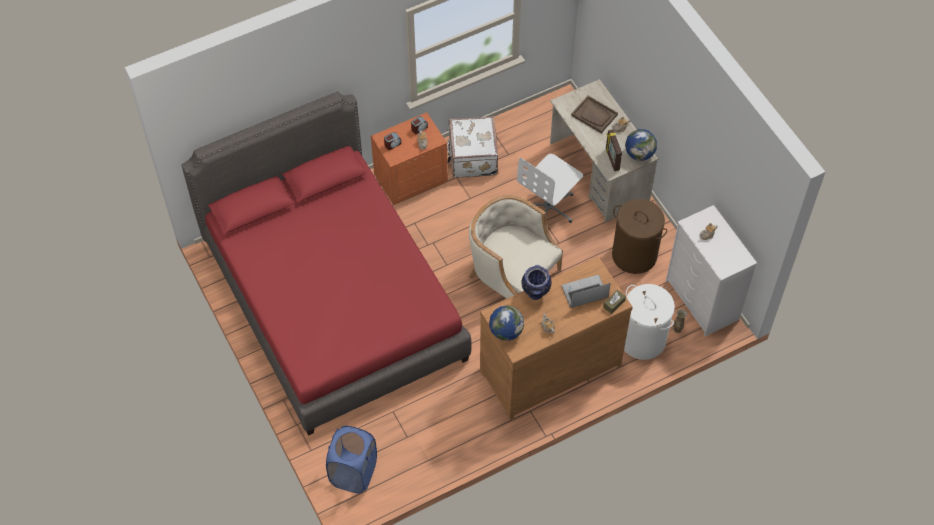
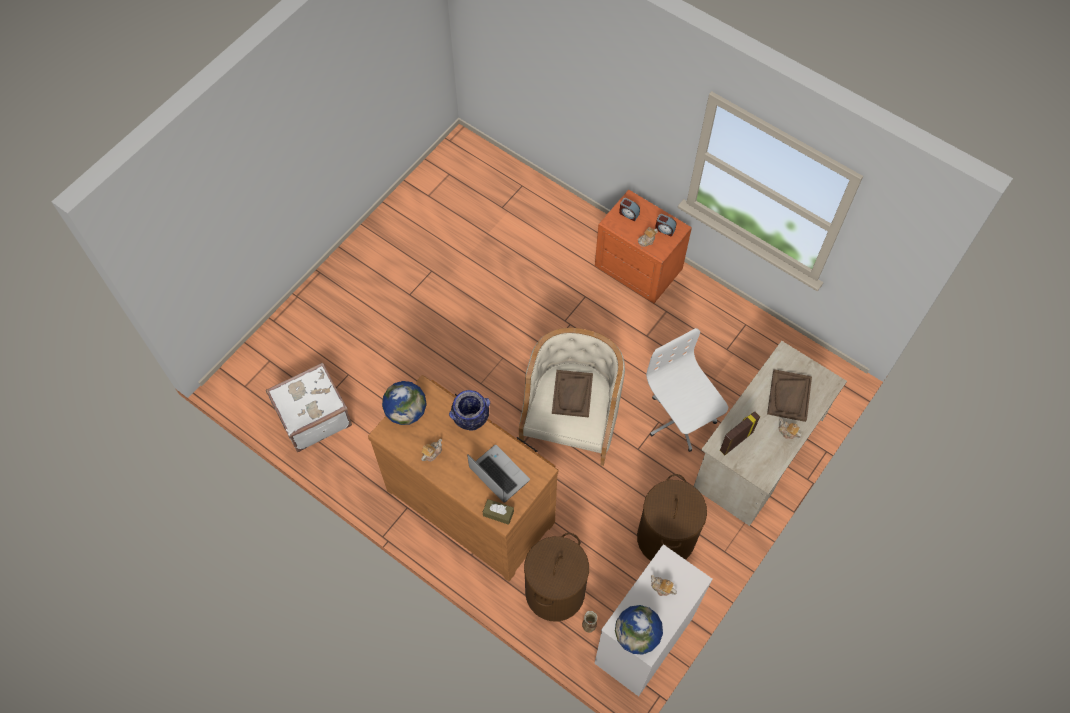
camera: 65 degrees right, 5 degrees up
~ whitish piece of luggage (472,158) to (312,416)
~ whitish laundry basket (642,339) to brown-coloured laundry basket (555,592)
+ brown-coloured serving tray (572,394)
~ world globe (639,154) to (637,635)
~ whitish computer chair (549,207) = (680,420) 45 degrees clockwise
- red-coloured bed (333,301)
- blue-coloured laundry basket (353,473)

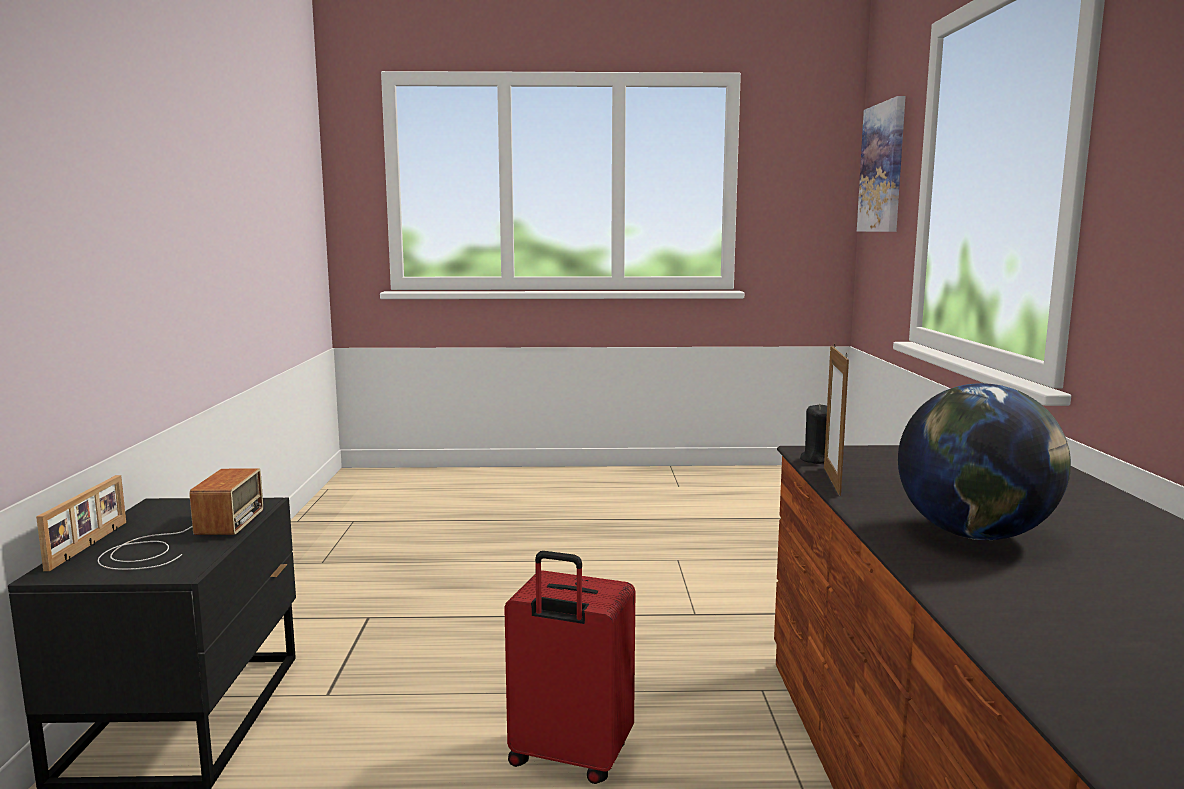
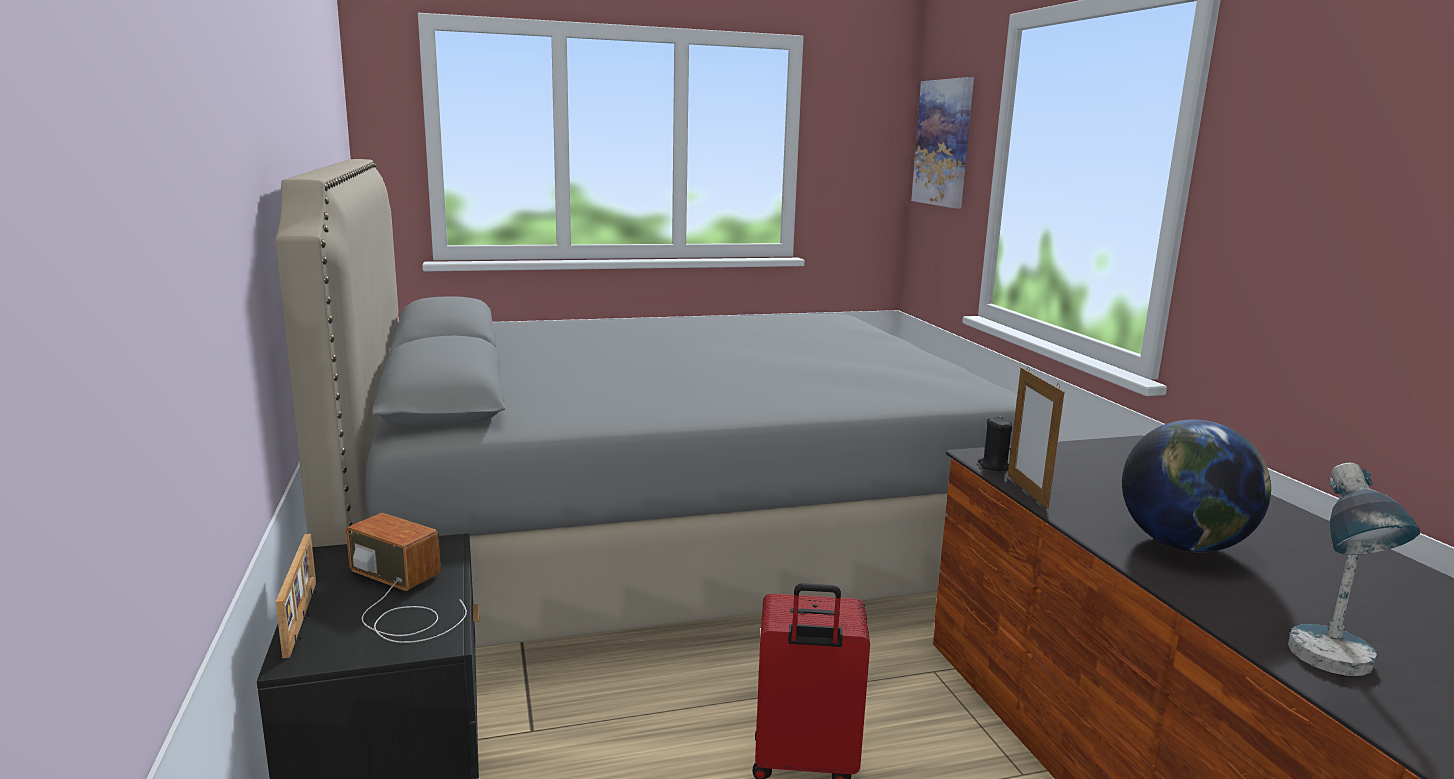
camera: 15 degrees left, 5 degrees up
+ gray bed (672,538)
~ radio receiver (182,539) = (402,599) 45 degrees counterclockwise
+ lamp for a table (1329,670)

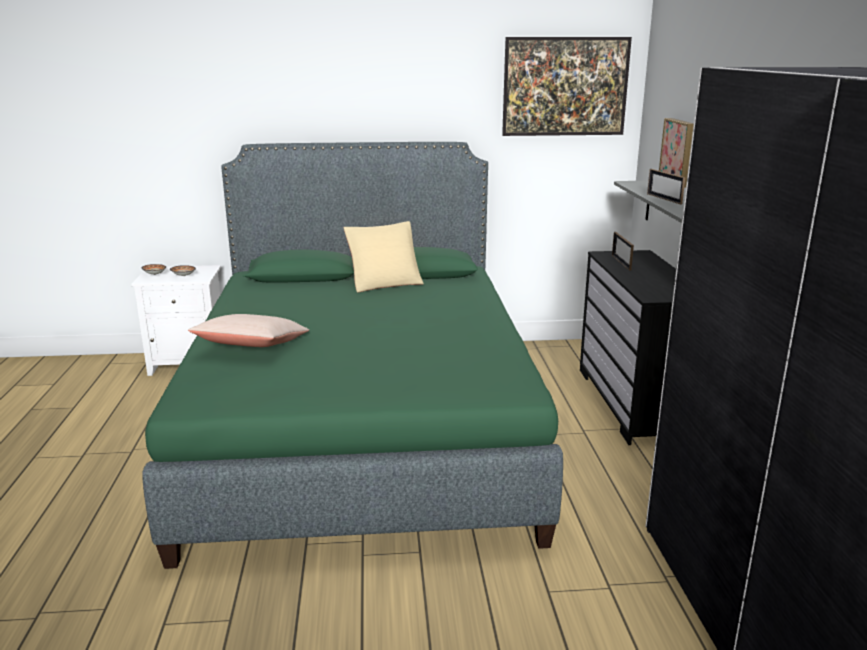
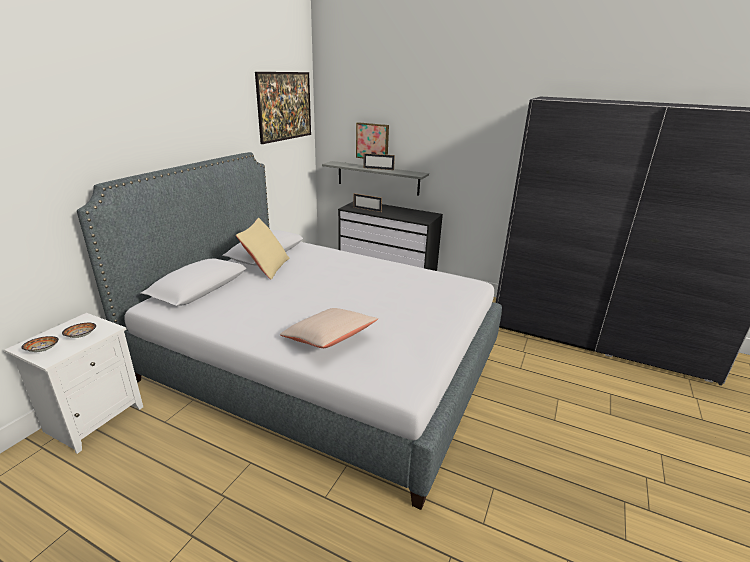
camera: 60 degrees left, 5 degrees up
~ green-coloured bed (361,427) to gray bed (319,367)

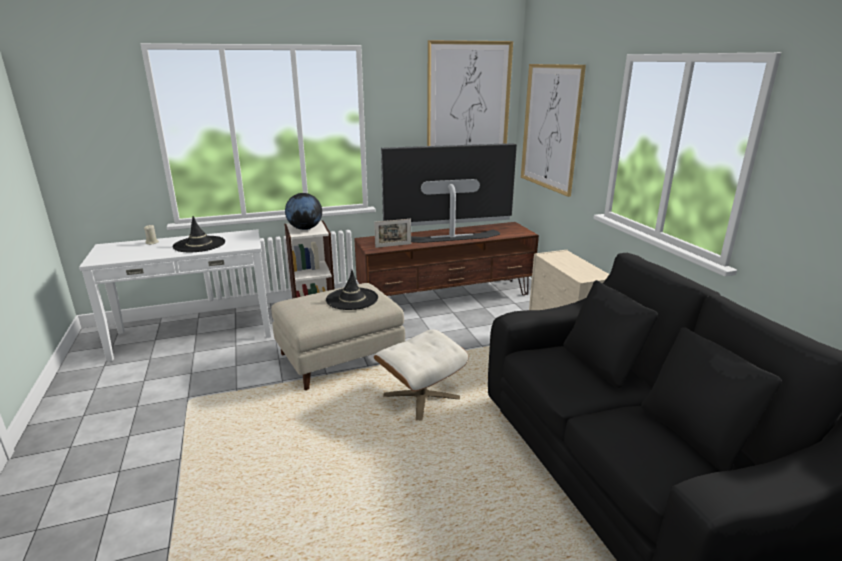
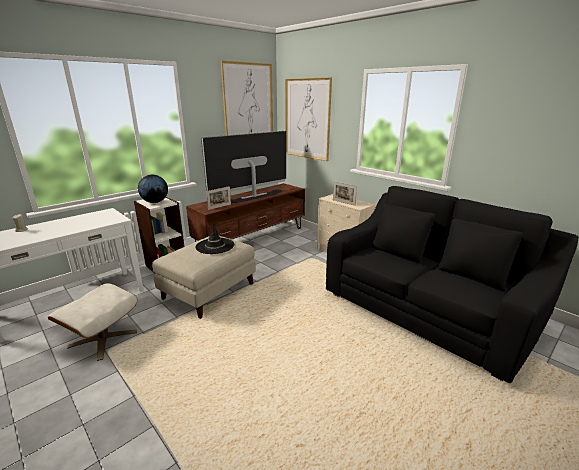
camera: 25 degrees left, 0 degrees up
~ beige footrest (421,396) to (103,339)
+ photo frame (343,202)
- black-coloured clothing hat (199,244)

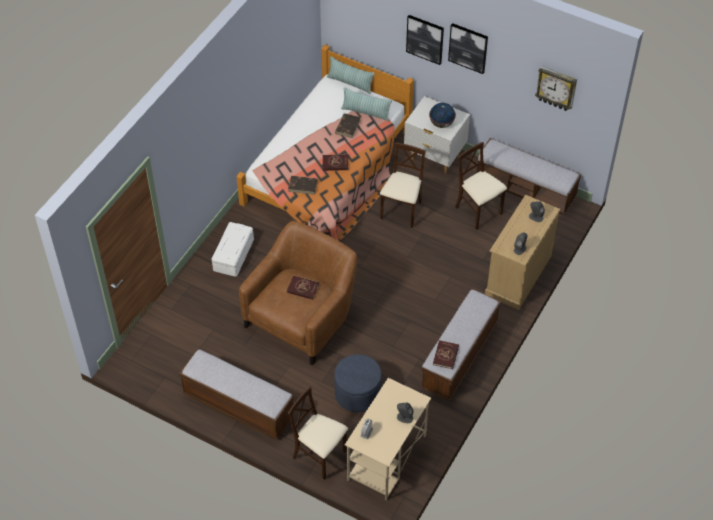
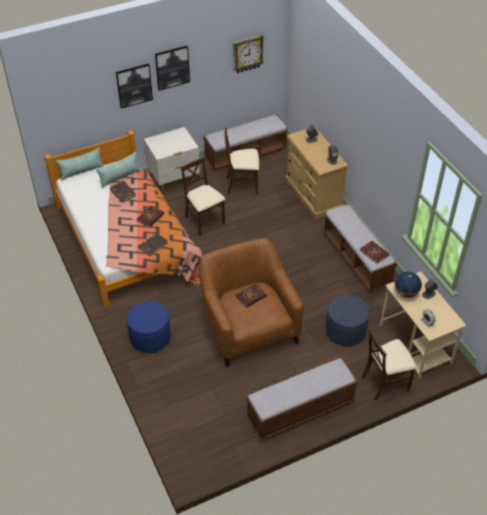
camera: 55 degrees left, 5 degrees down
~ whitish storage box (233,255) to blue-coloured footrest (150,337)
~ world globe (441,124) to (406,293)

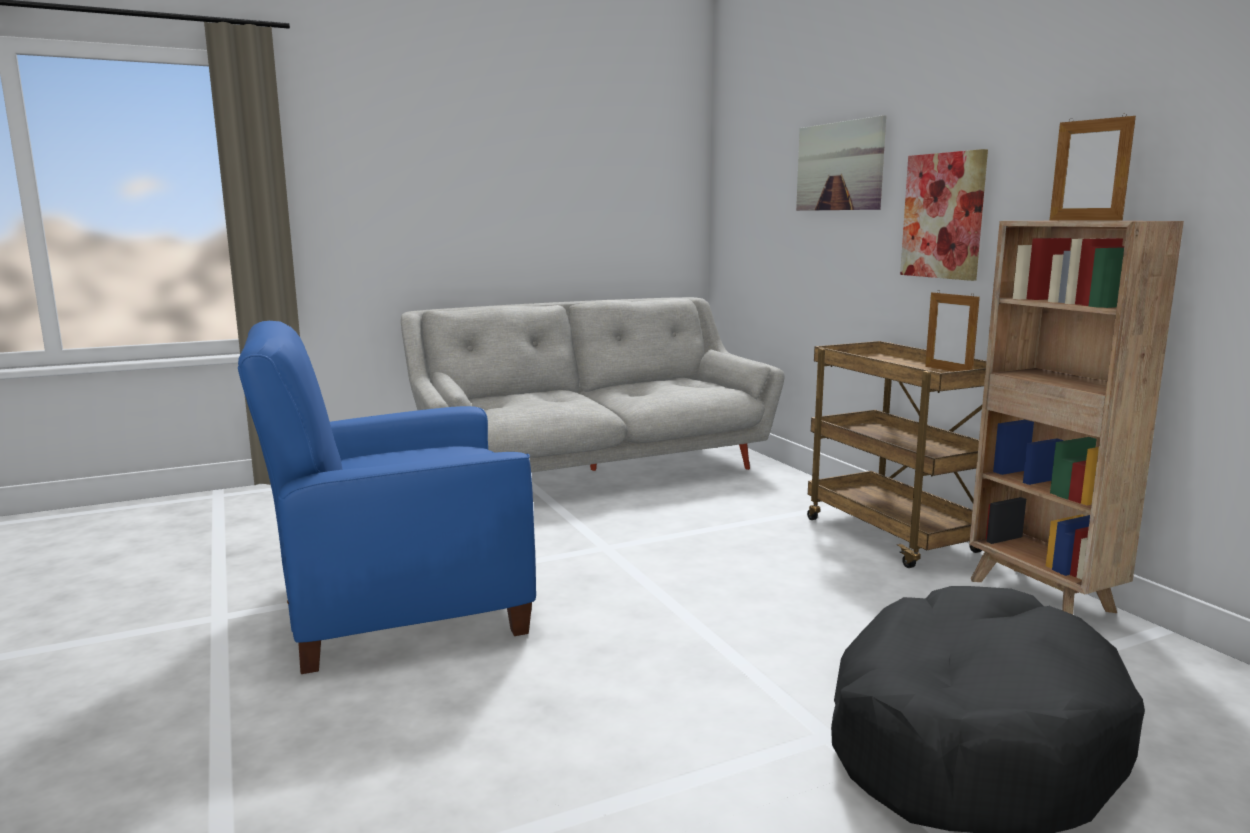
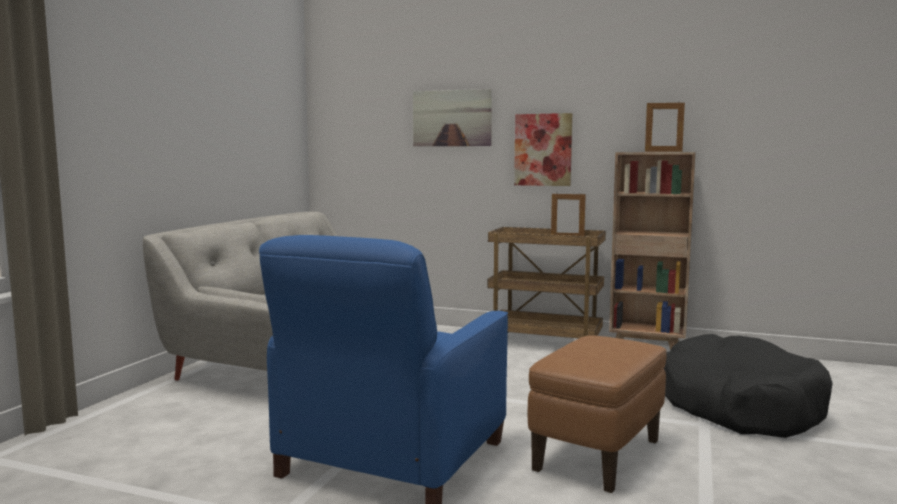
camera: 45 degrees left, 5 degrees down
+ brown-coloured footrest (597,456)

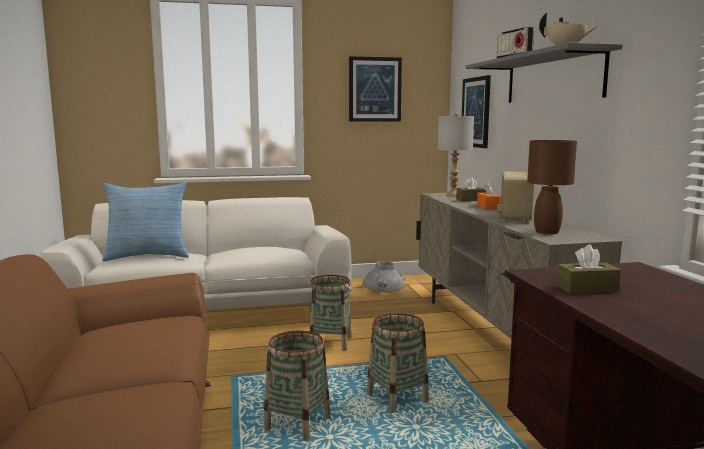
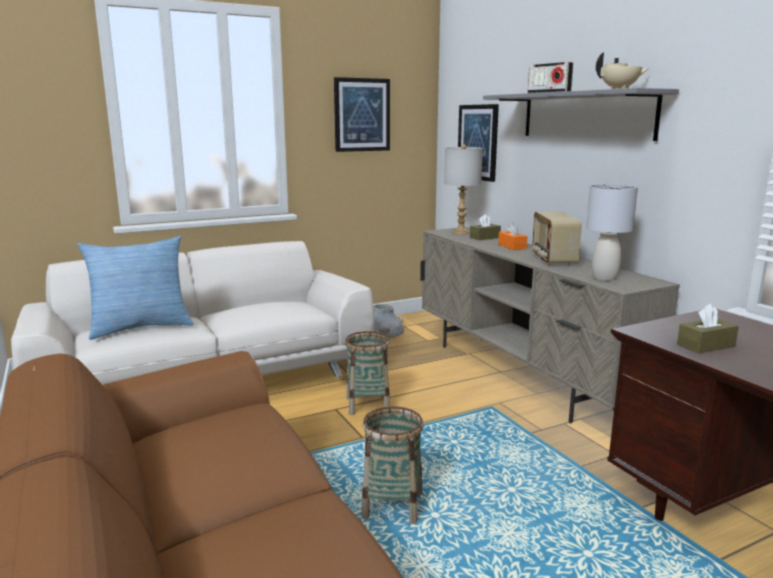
camera: 15 degrees left, 5 degrees up
~ brown-coloured lamp for a table (546,232) to gray lamp for a table (604,278)
- storage basket (397,398)

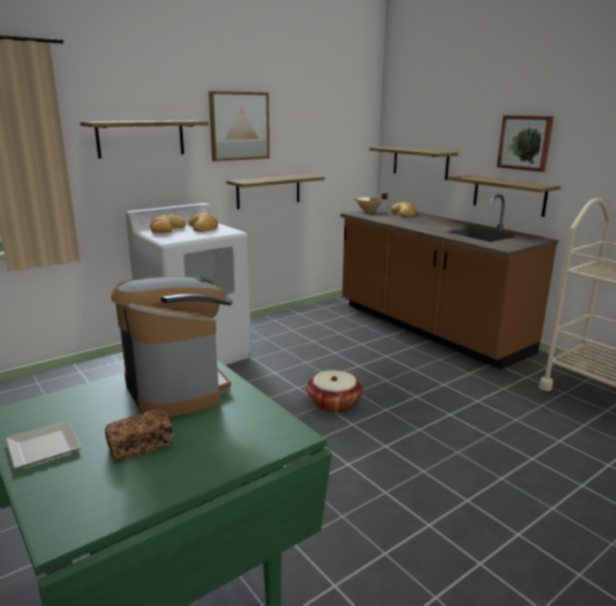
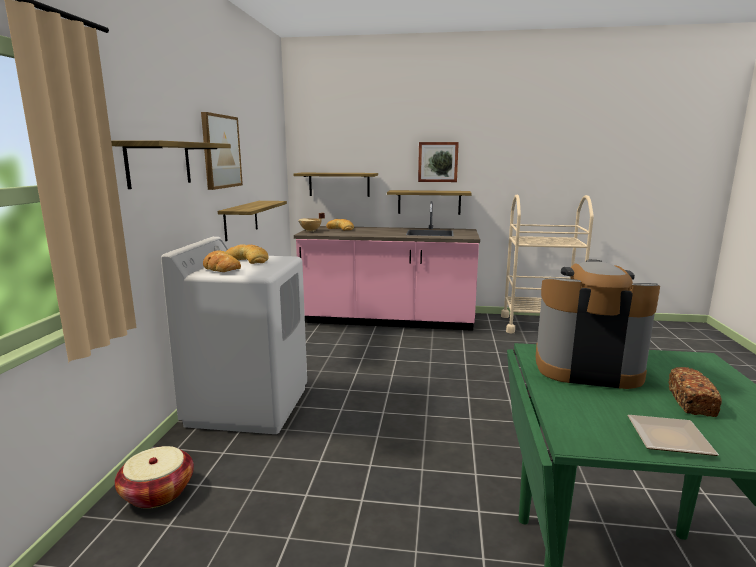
camera: 45 degrees left, 5 degrees down
~ storage basket (334,404) to (158,492)
~ brown-coloured counter (429,328) to pink-coloured counter (388,320)

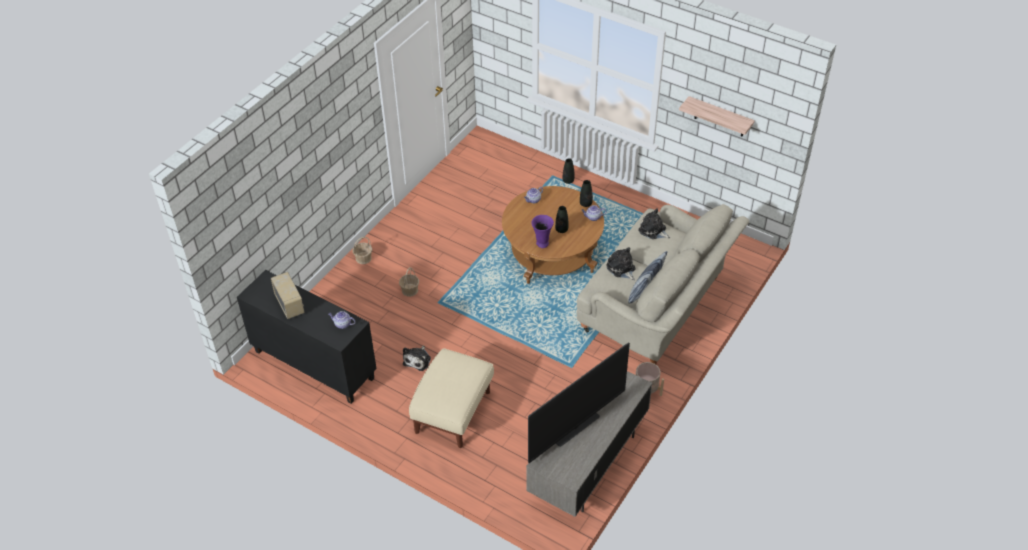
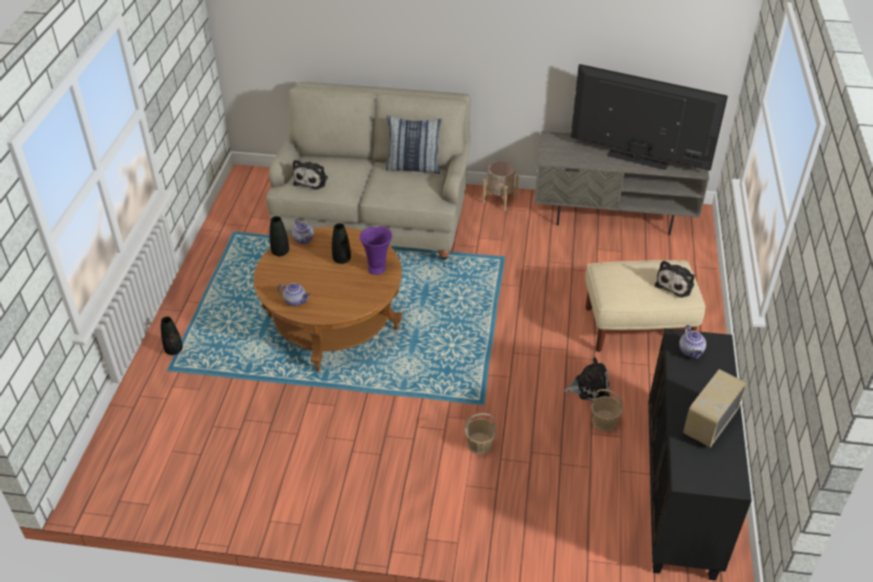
camera: 115 degrees left, 5 degrees down
~ storage basket (363,258) to (604,421)
~ soft toy (621,269) to (676,284)
- shelf (720,117)

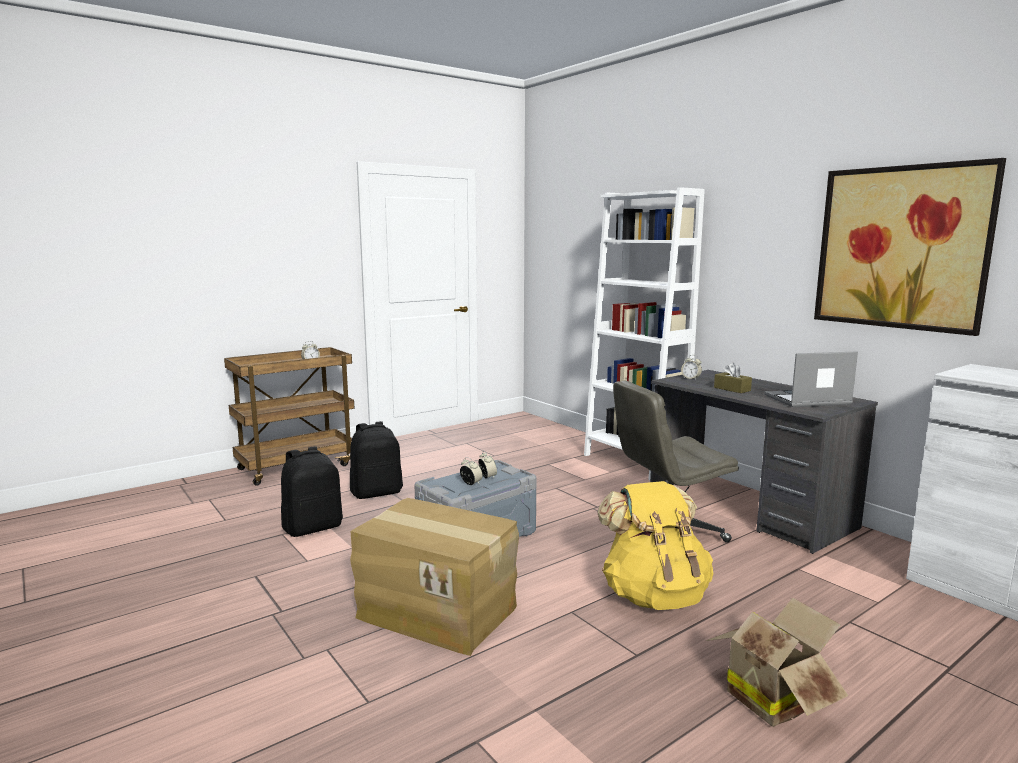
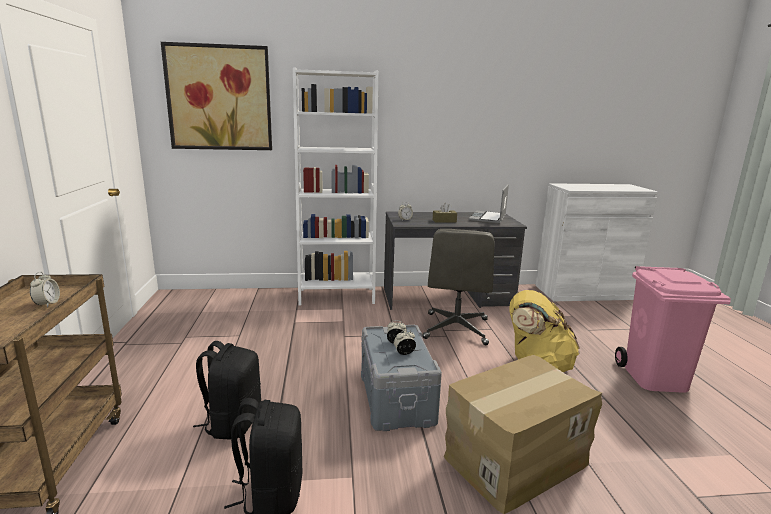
camera: 60 degrees left, 5 degrees up
~ wall picture (901,247) to (219,98)
~ cardboard box (772,698) to pink-coloured rubbish bin (654,377)

